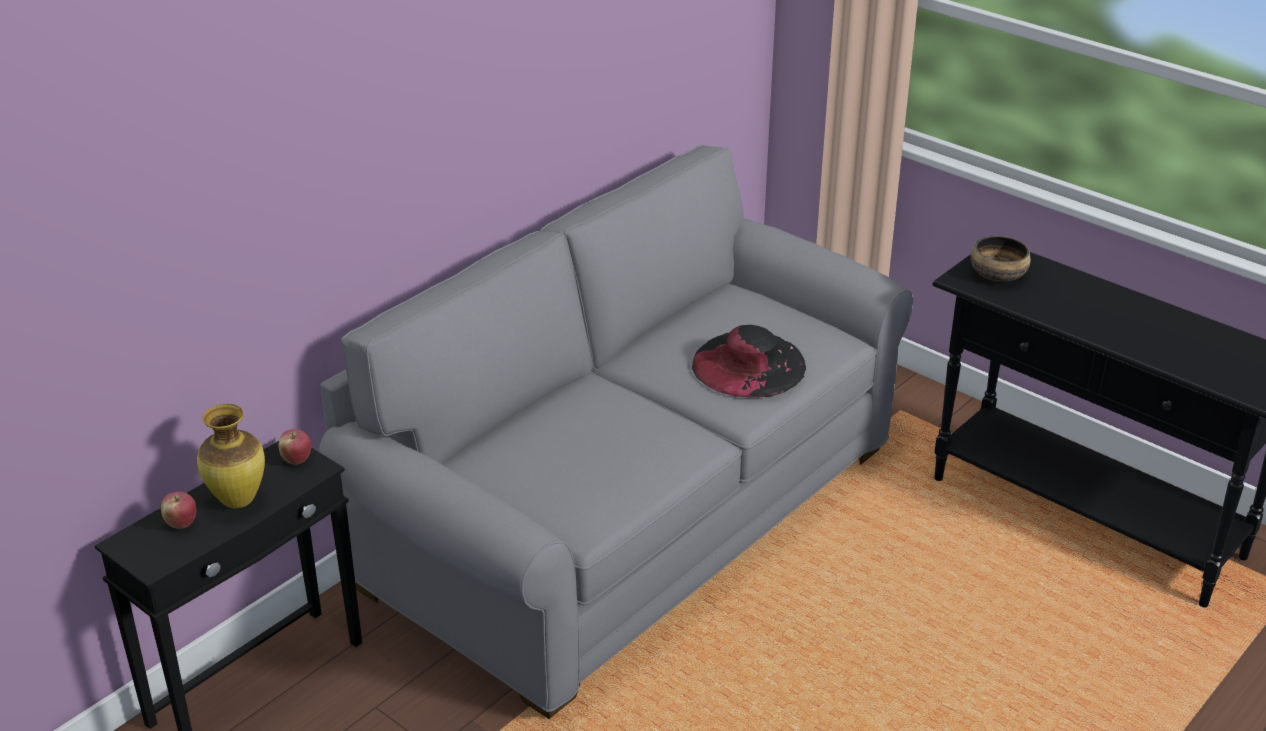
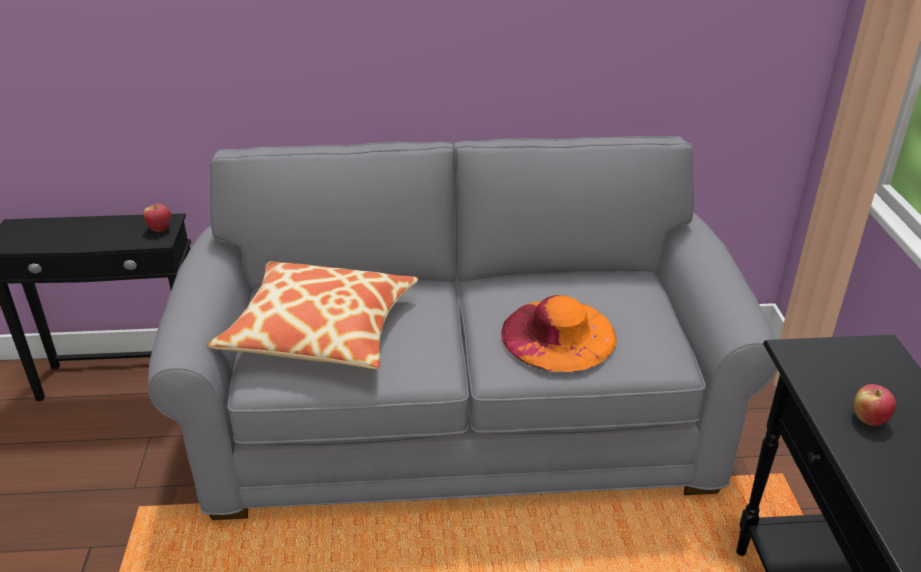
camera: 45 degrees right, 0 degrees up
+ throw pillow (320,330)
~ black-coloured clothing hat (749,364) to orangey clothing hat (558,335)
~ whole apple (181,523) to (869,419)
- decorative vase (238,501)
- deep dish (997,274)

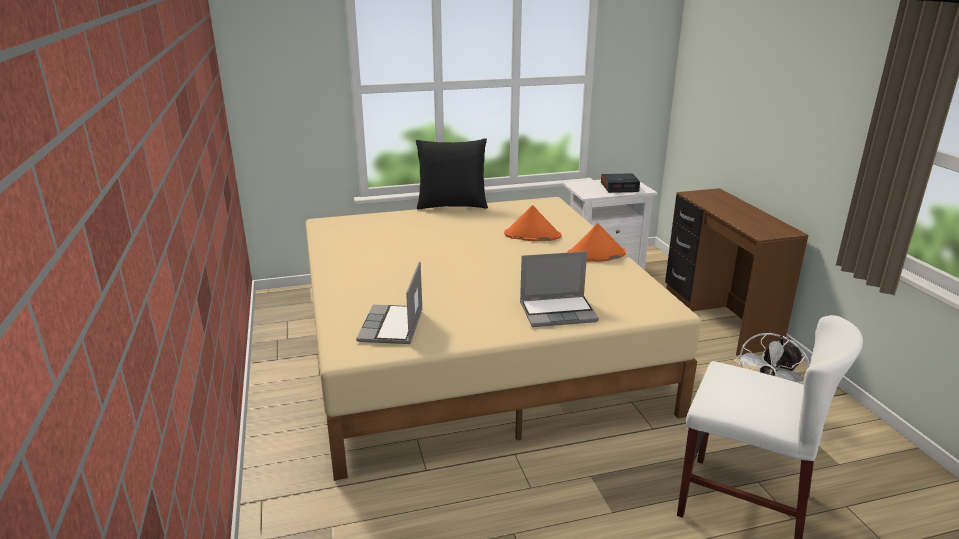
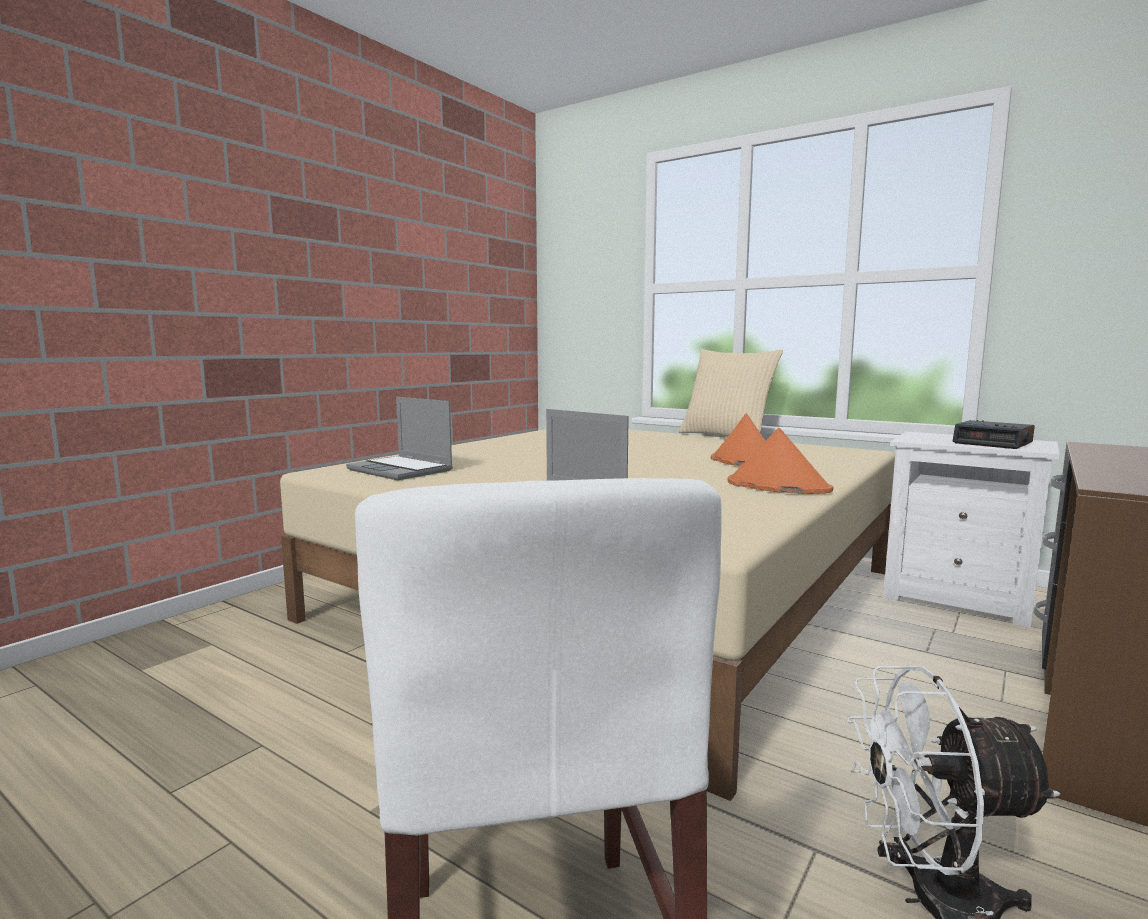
camera: 50 degrees right, 15 degrees down
~ portable computer (392,327) = (402,470) 105 degrees counterclockwise
~ black-coloured throw pillow (452,205) to beige throw pillow (726,436)

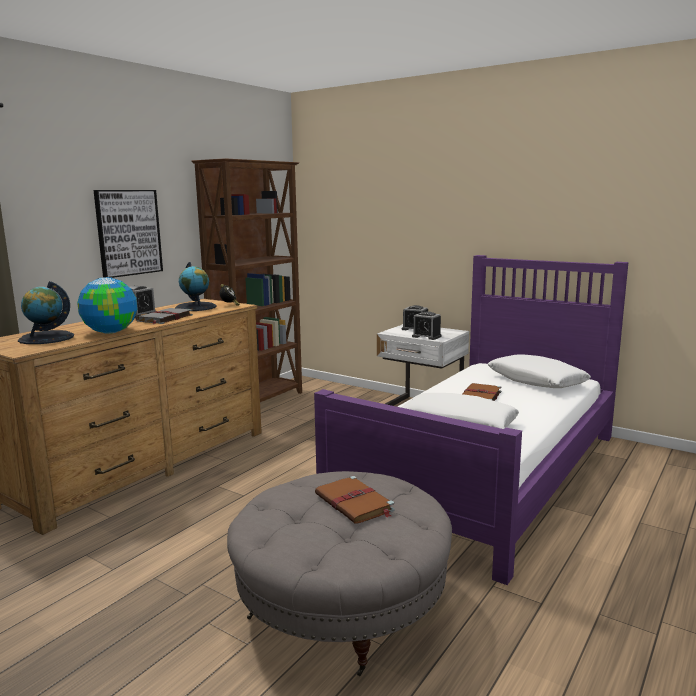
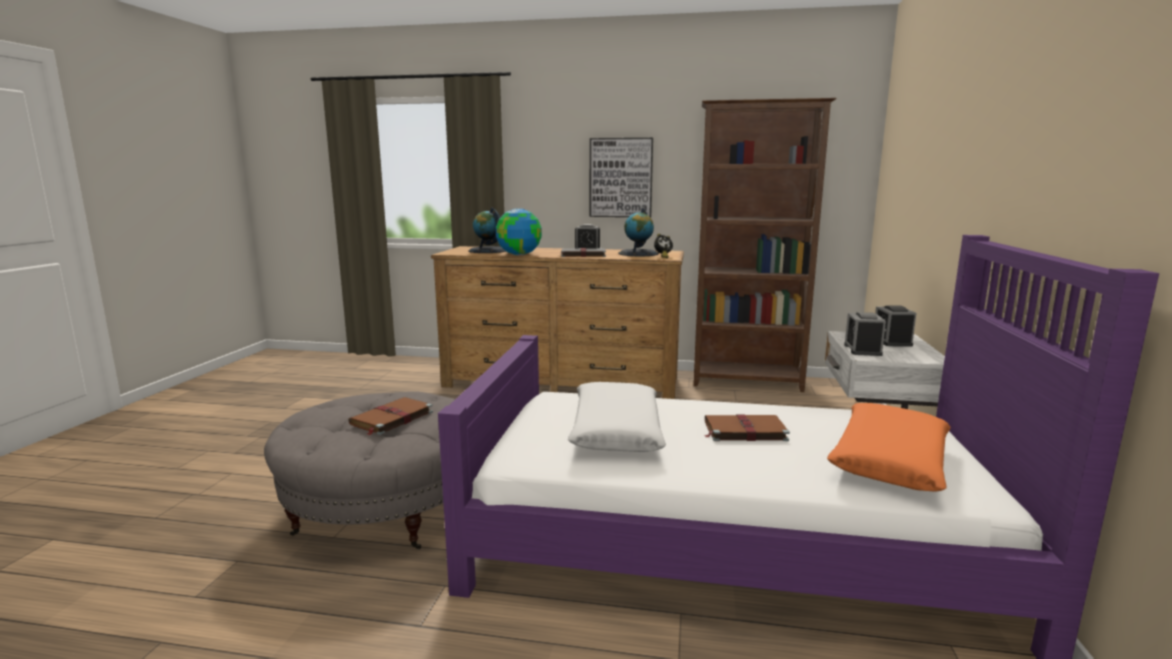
camera: 65 degrees right, 0 degrees up
~ whitish throw pillow (536,381) to orangey throw pillow (889,460)

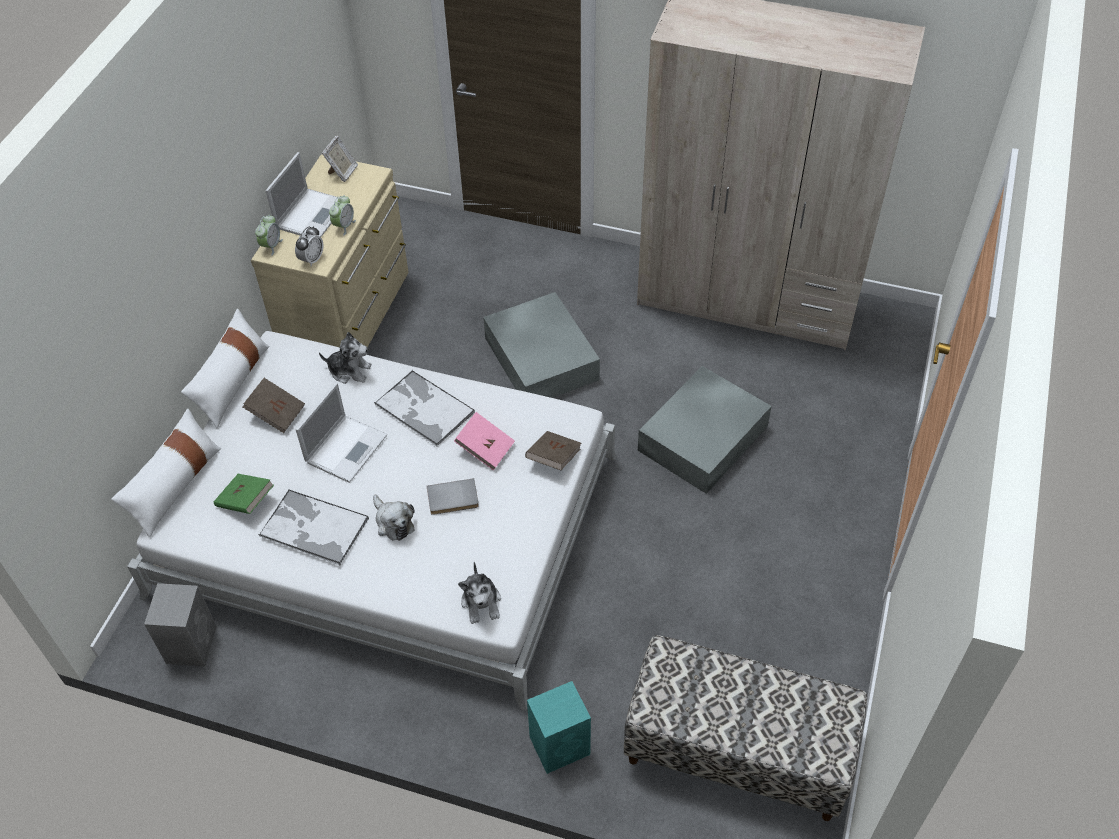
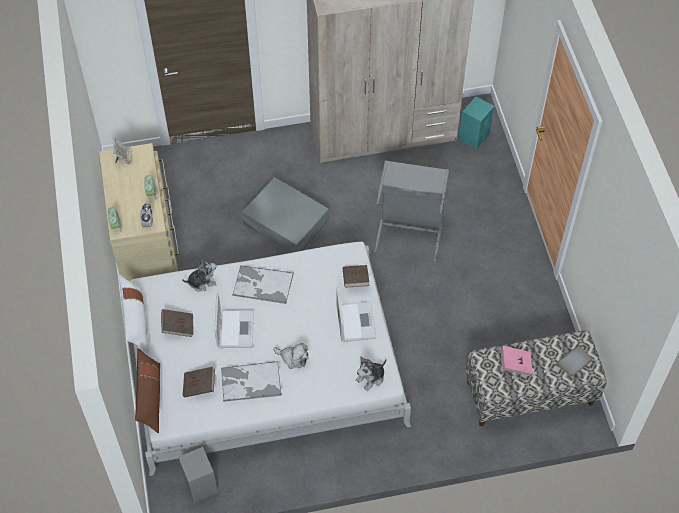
camera: 30 degrees left, 5 degrees up
~ whitish throw pillow (175,486) to brown-coloured throw pillow (150,398)
~ green-coloured book (246,501) to brown-coloured book (199,386)
~ portable computer (312,214) to (355,321)
~ soft toy (481,602) = (371,378) 90 degrees clockwise
~ gray storage box (704,437) to gray laundry basket (410,229)
~ turquoise-coloured audio speaker (561,745) to (474,136)
~ pink-coloured book (485,448) to (515,364)
~ gray book (453,499) to (575,362)

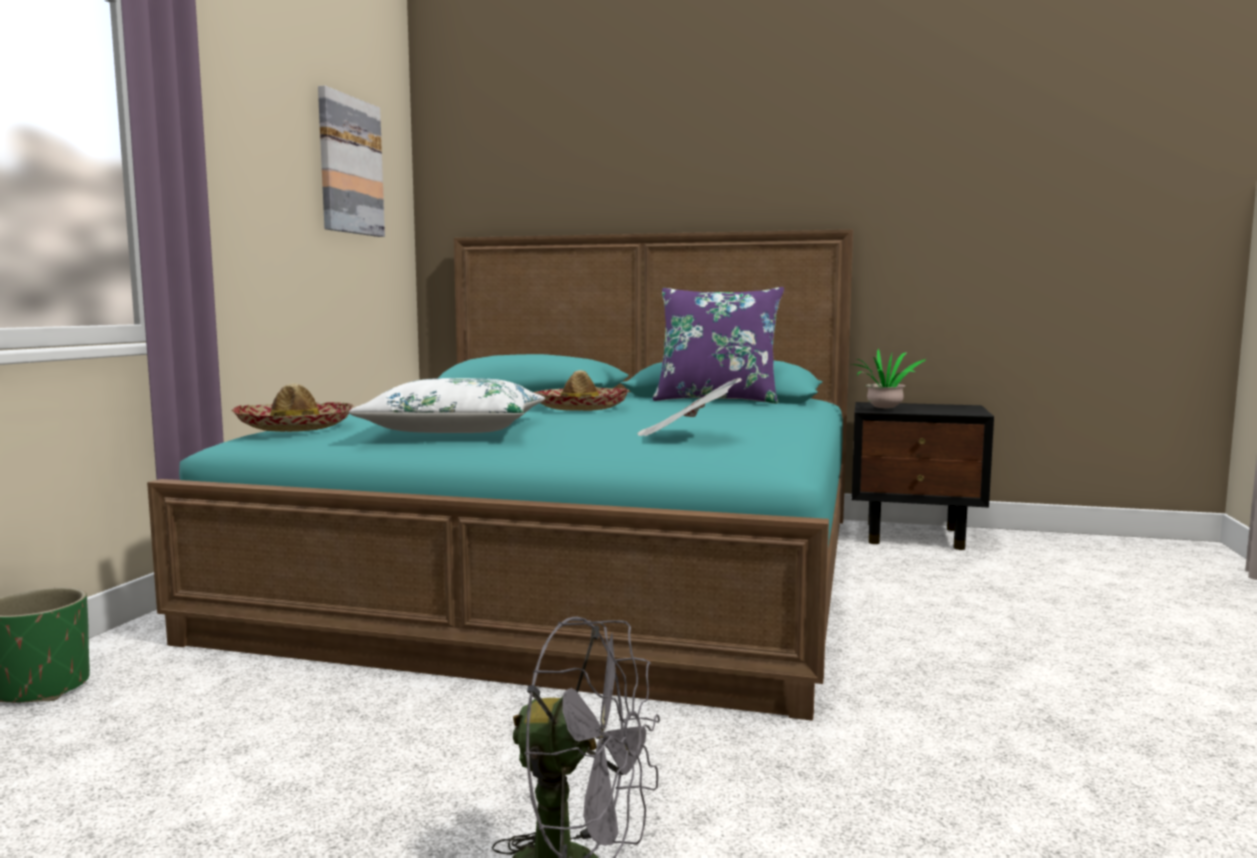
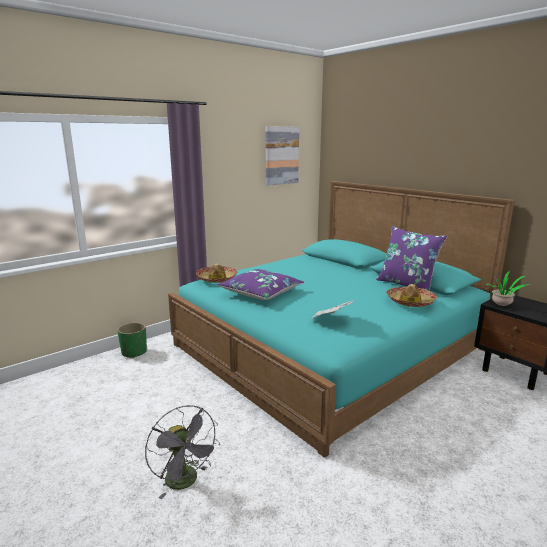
camera: 35 degrees right, 10 degrees up
~ whitish throw pillow (455,430) to purple throw pillow (261,292)
~ clothing hat (580,408) to (410,302)

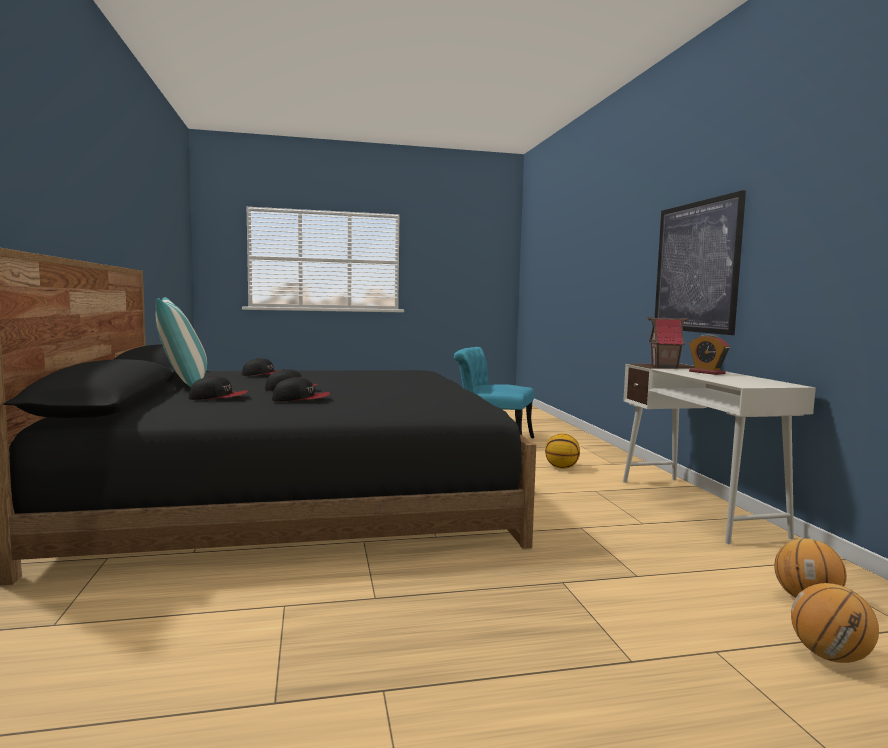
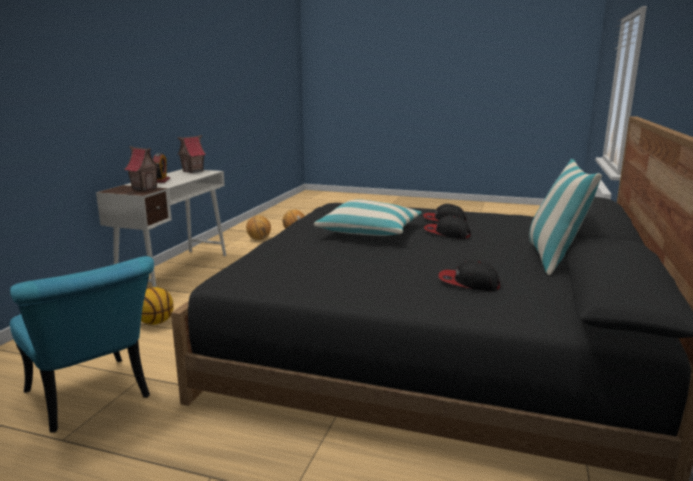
camera: 150 degrees left, 10 degrees up
+ toy house (193,171)
+ throw pillow (370,232)
- peaked cap (219,397)
- wall picture (696,267)

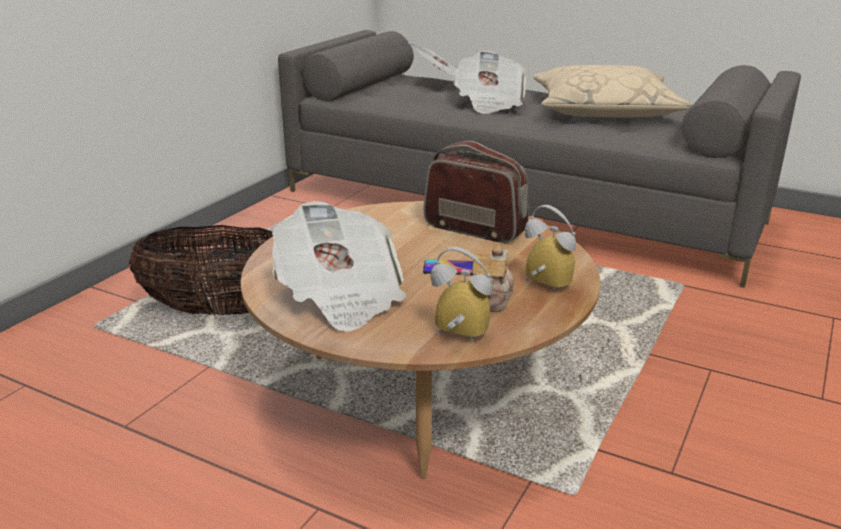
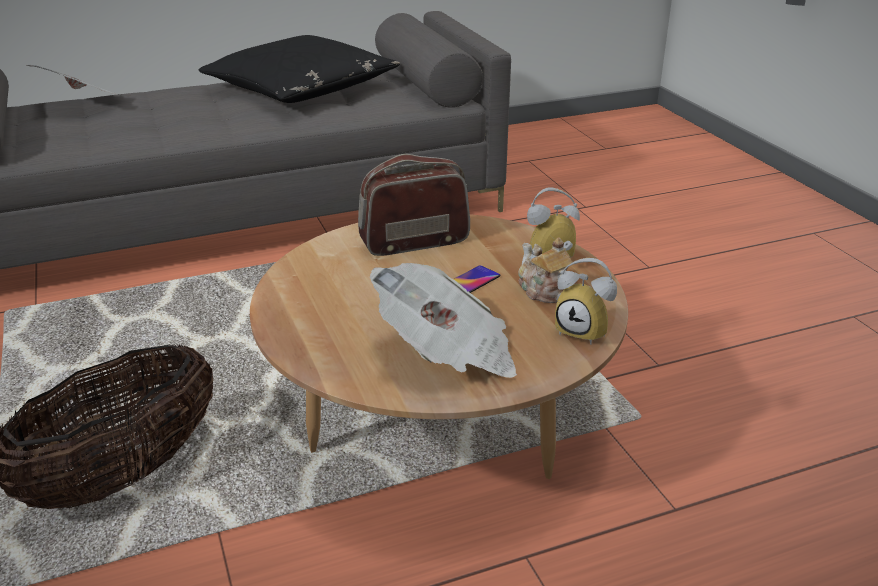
camera: 50 degrees left, 5 degrees up
~ beige throw pillow (604,110) to black-coloured throw pillow (301,88)
~ bedside clock (456,337) = (585,331) 120 degrees counterclockwise
- printed paper (489,103)

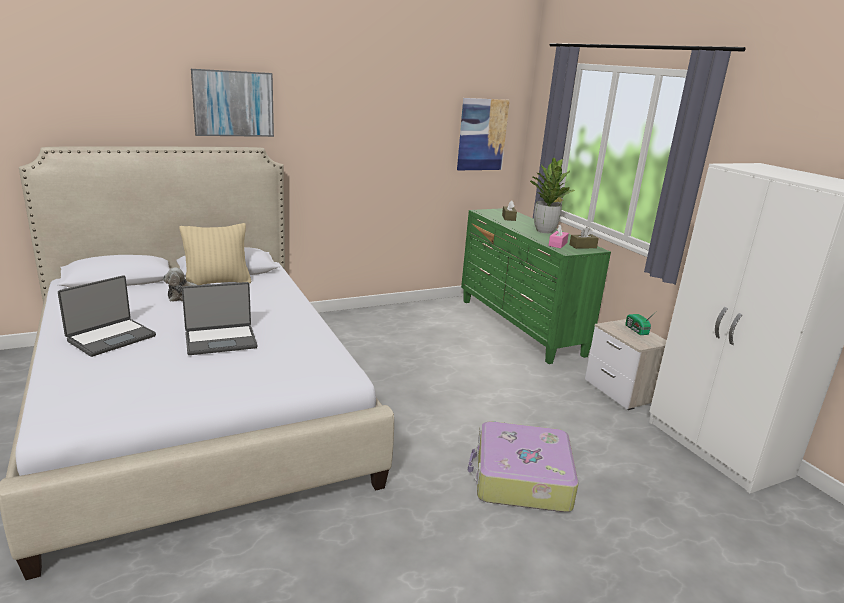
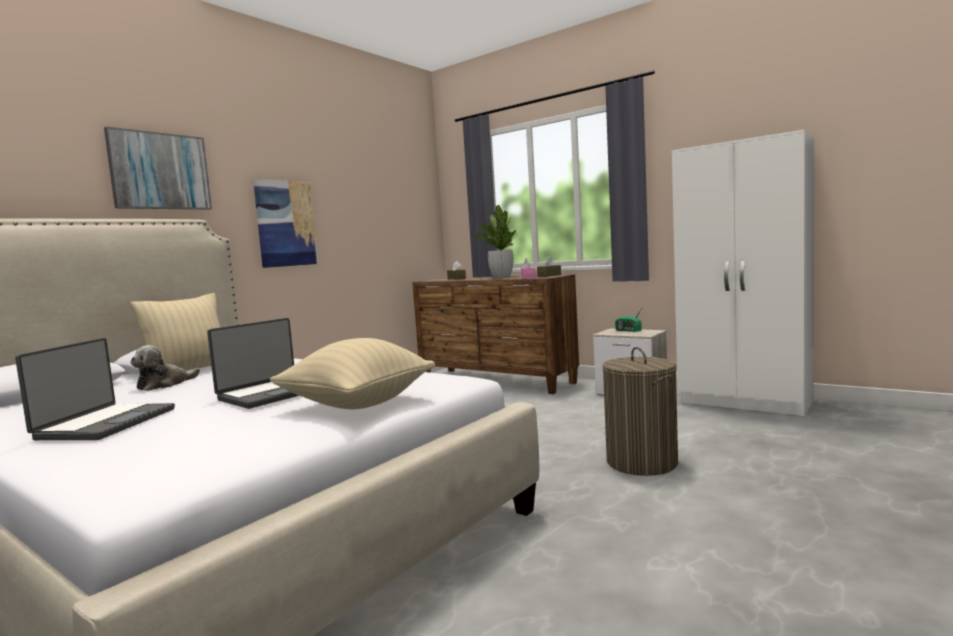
camera: 25 degrees left, 15 degrees down
~ wall picture (482,134) to (286,223)
+ beige throw pillow (357,404)
~ green-coloured dresser (519,327) to brown-coloured dresser (496,381)
~ piece of luggage (521,479) to laundry basket (642,462)

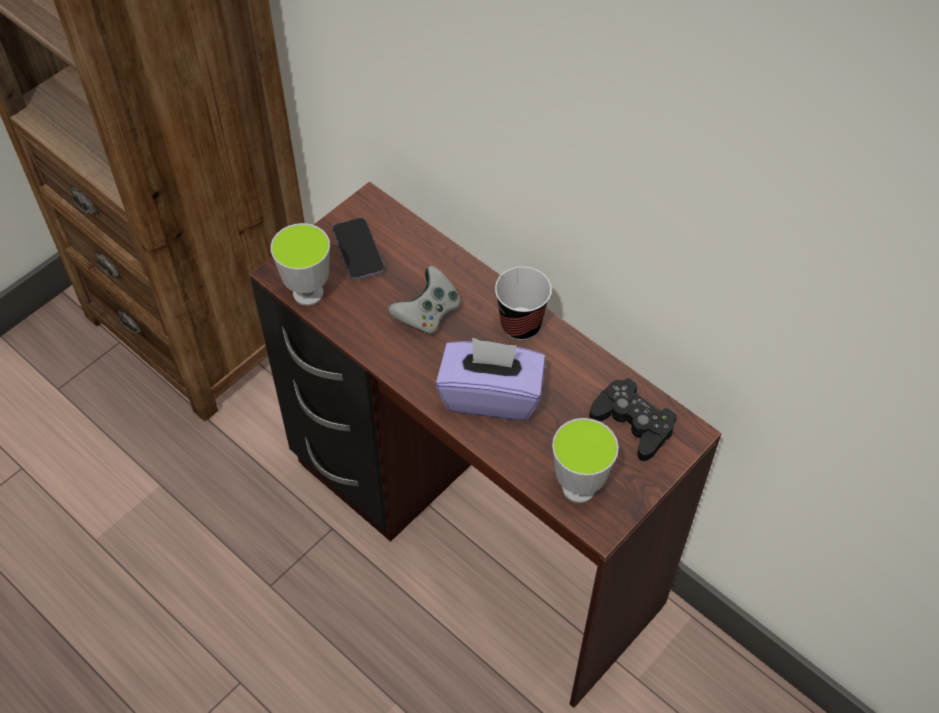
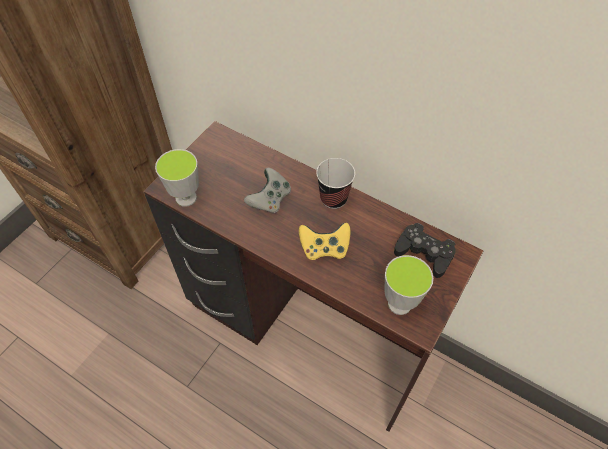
camera: 10 degrees left, 0 degrees up
~ purple box of tissues (491,395) to yellow gamepad (324,248)
- telephone (358,250)

